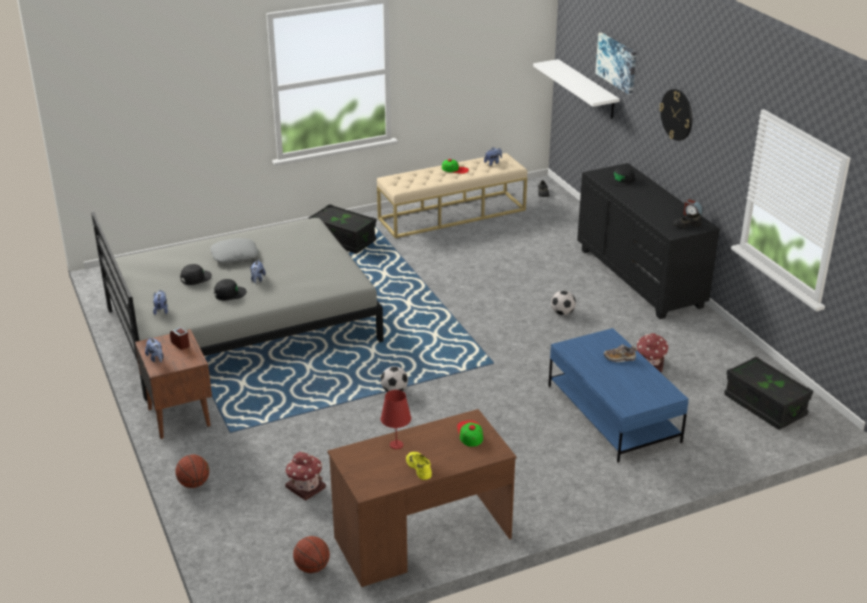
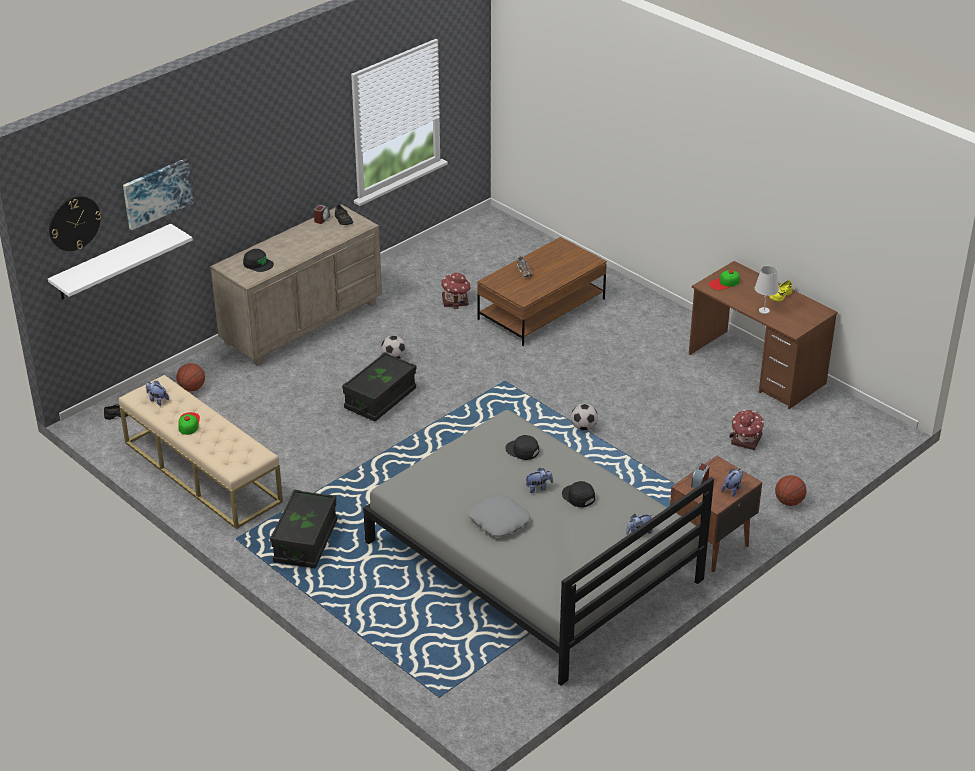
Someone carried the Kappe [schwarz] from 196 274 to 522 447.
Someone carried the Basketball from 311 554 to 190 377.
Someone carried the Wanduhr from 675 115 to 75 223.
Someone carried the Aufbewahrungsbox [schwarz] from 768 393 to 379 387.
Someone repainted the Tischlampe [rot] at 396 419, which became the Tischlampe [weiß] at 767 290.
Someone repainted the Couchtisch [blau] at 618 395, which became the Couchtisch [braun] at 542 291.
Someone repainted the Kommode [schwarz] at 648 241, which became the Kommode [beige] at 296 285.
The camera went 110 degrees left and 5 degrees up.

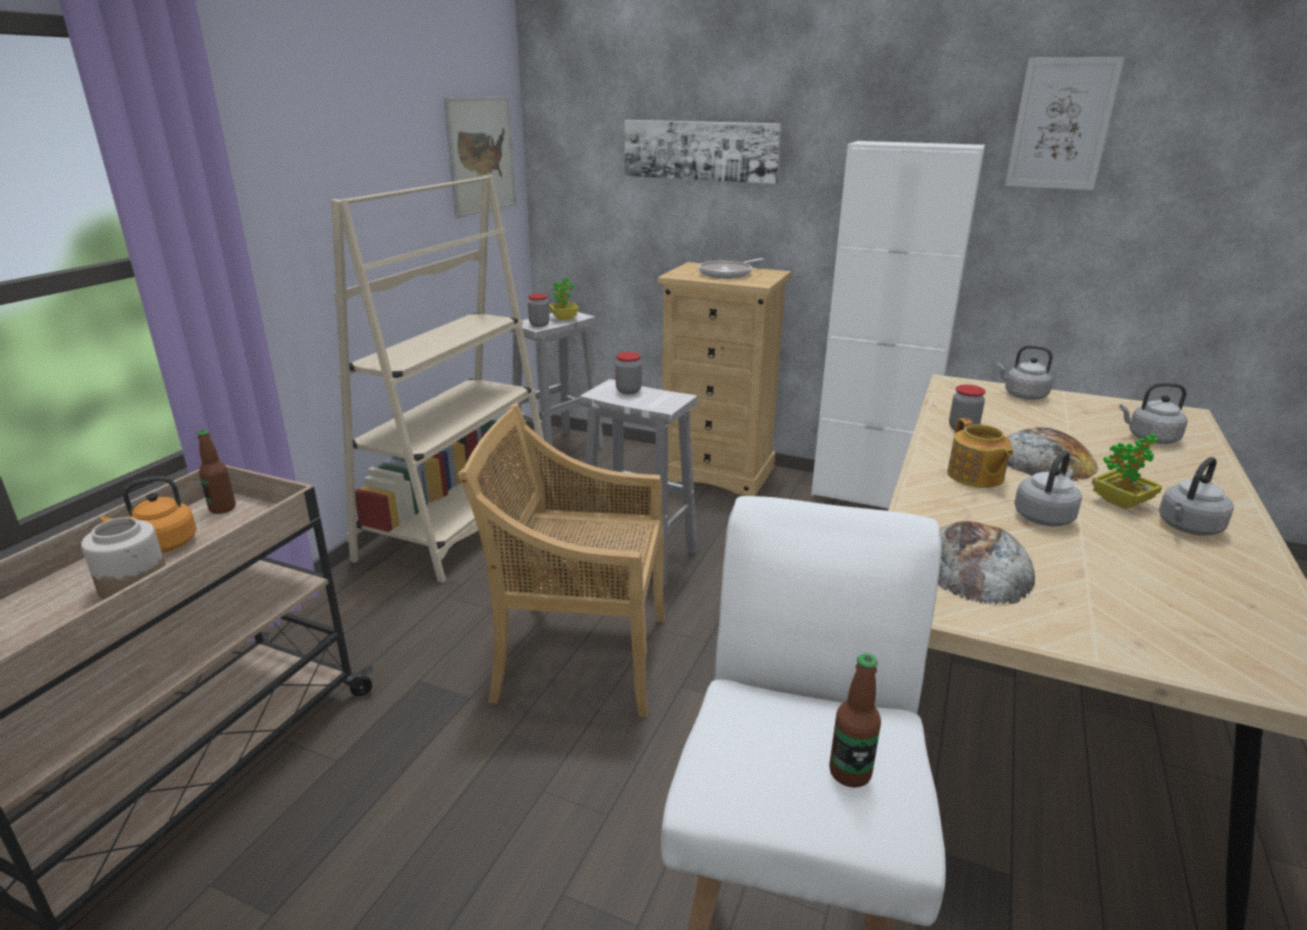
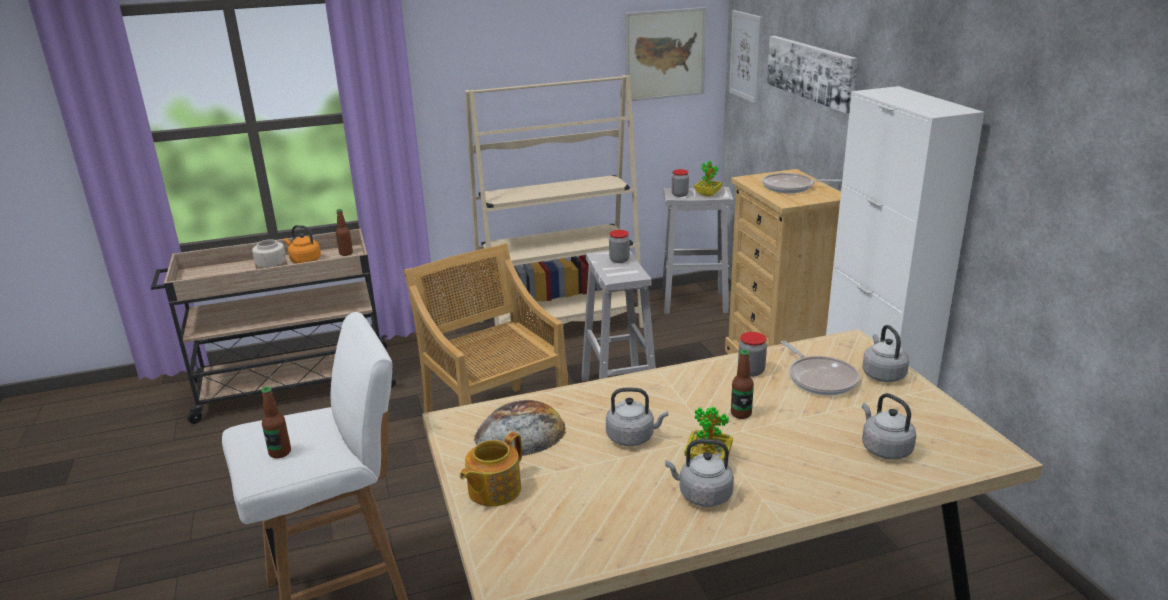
Someone put down the Pfanne at 820 368.
Someone carried the Teekanne from 980 453 to 491 469.
Someone carried the Bild from 1064 123 to 745 57.
Someone swapped the Brot at 1051 454 for the Flasche at 742 384.
The camera went 50 degrees right and 0 degrees up.

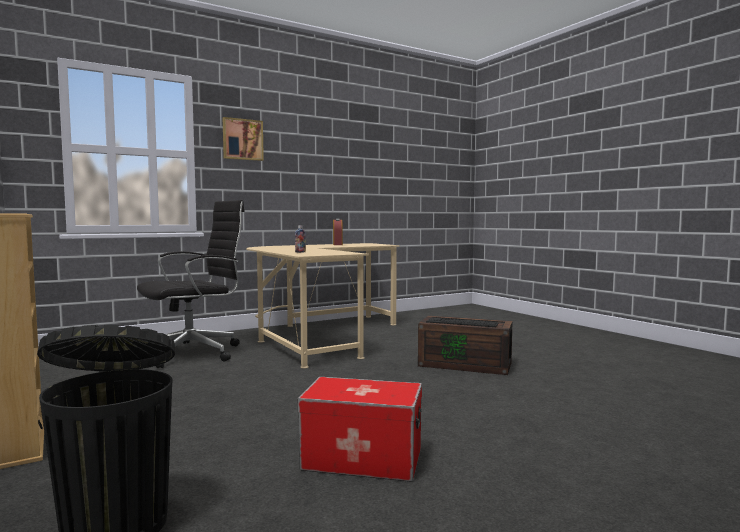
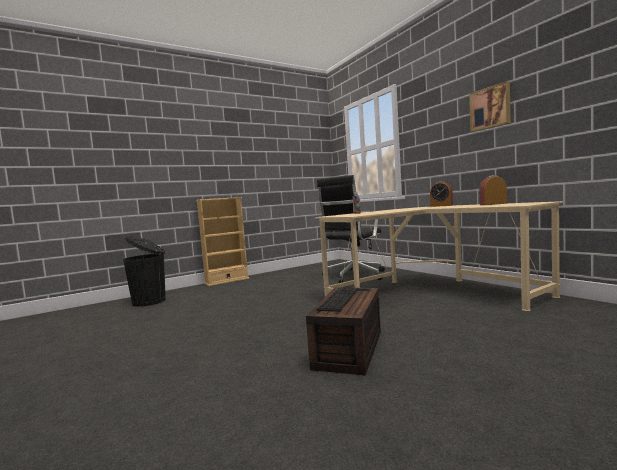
Someone took away the Aufbewahrungsbox at 360 429.
Someone put down the Wecker at 441 194.
Someone carried the Bild from 243 139 to 490 106.
Someone rotated the Bürostuhl [schwarz] at 191 284 by 75 degrees clockwise.
The camera went 90 degrees right and 0 degrees up.

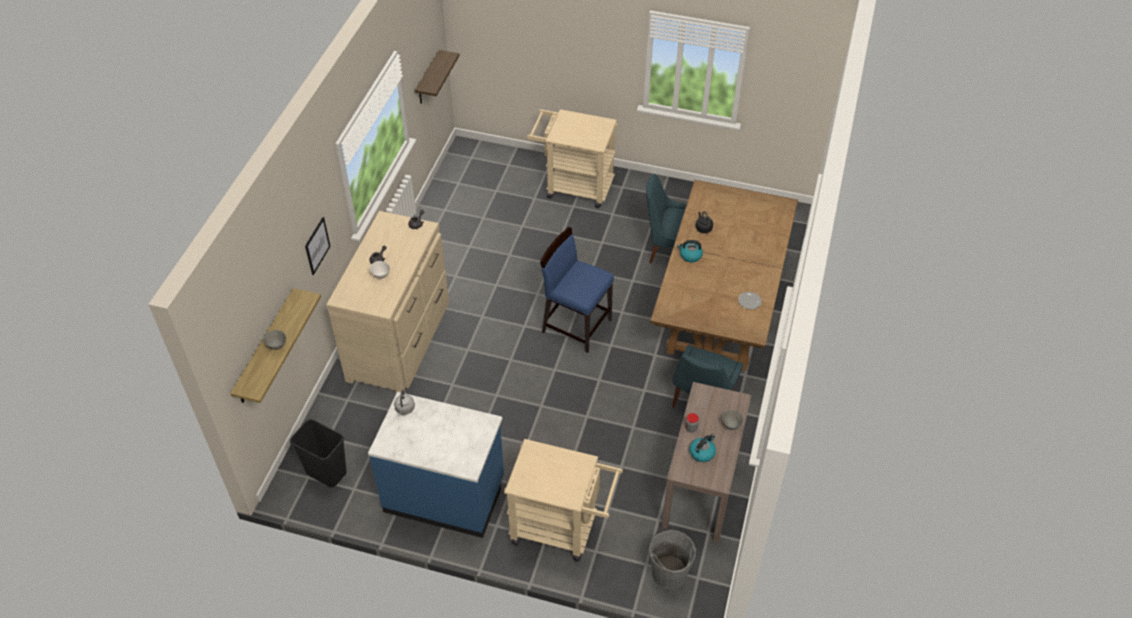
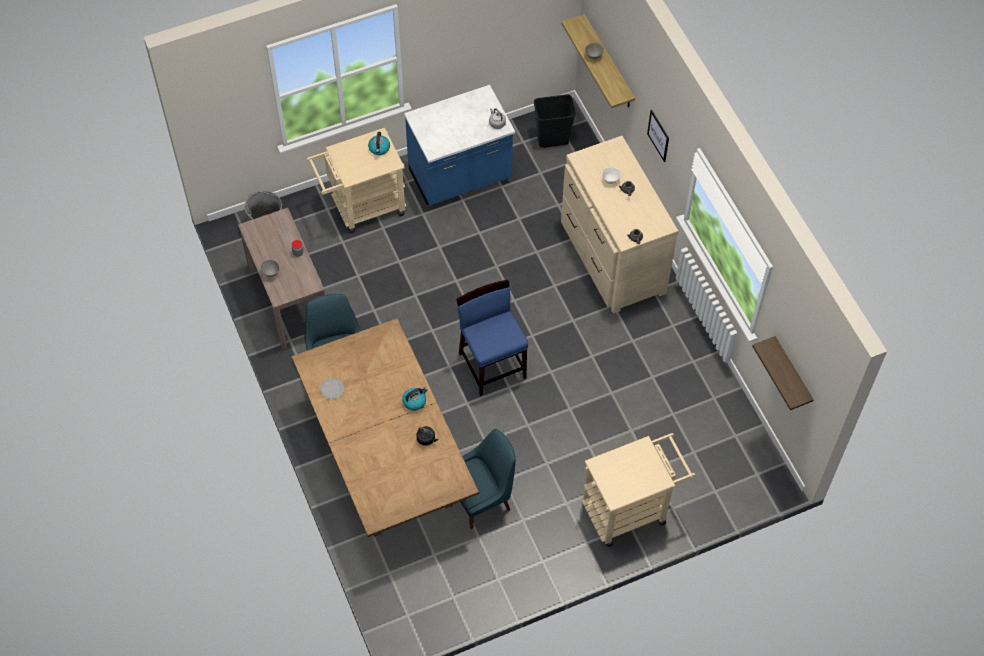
Someone carried the Wasserkessel from 702 448 to 379 143.
Someone rotated the Stuhl [blau] at 577 290 by 105 degrees counterclockwise.
The camera went 140 degrees right and 10 degrees up.

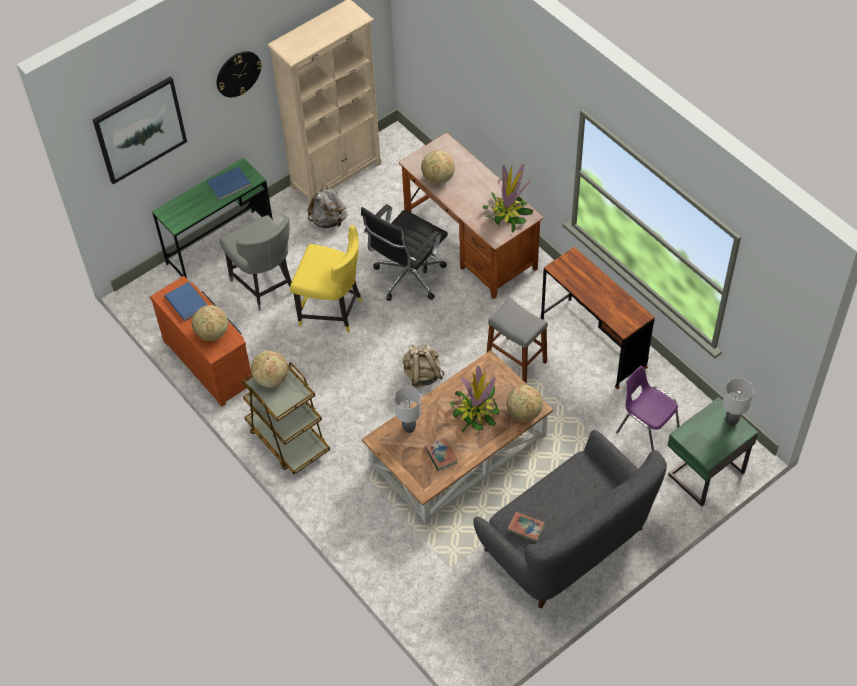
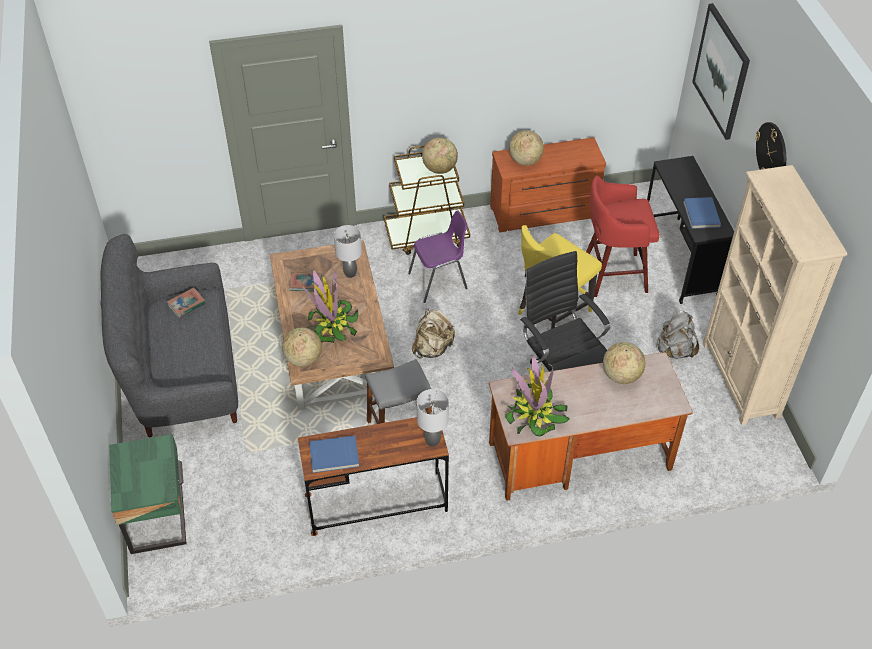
Someone carried the Buch [blau] from 186 301 to 334 454.
Someone carried the Stuhl [lila] from 648 408 to 438 256.
Someone carried the Tischlampe [grau] from 738 401 to 432 418.
Someone swapped the Stuhl [grau] at 255 263 for the Hocker [rot] at 623 236.
Someone repainted the Schreibtisch [grün] at 212 218, which became the Schreibtisch [schwarz] at 690 230.
The camera went 115 degrees right and 5 degrees down.

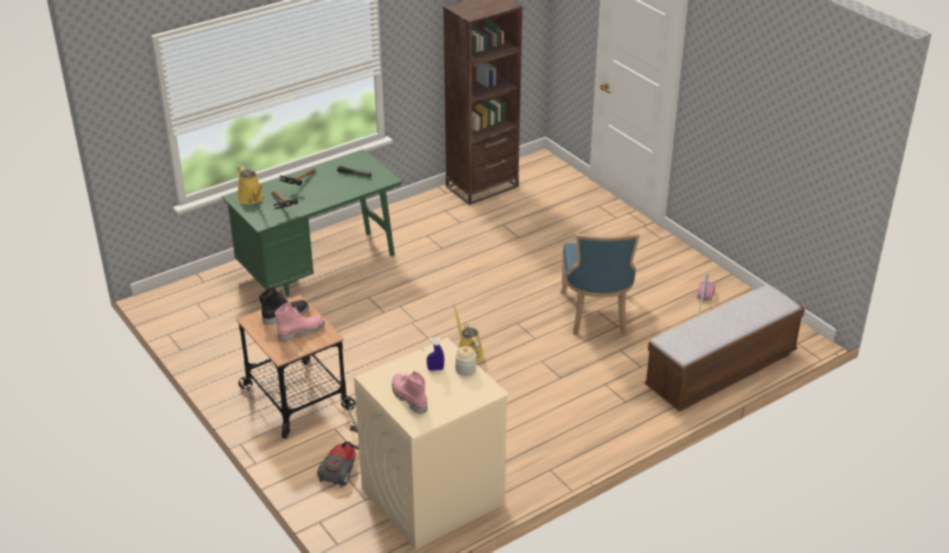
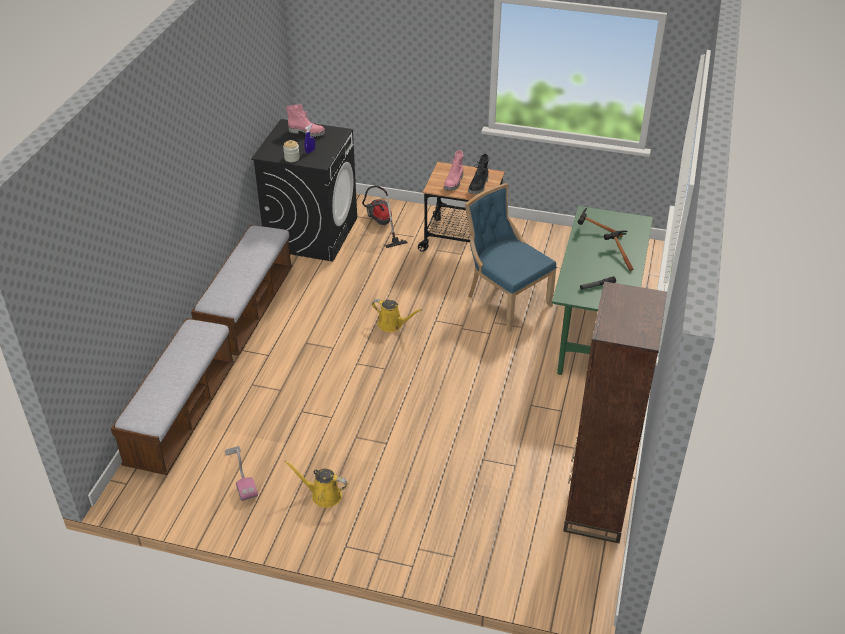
Someone put down the Bank at 242 290.
Someone carried the Gießkanne [gelb] from 250 185 to 316 484.
Someone carried the Stuhl [blau] from 600 284 to 511 257.
Someone repainted the Waschmaschine [beige] at 431 444, which became the Waschmaschine [schwarz] at 304 190.
The camera went 140 degrees right and 5 degrees up.

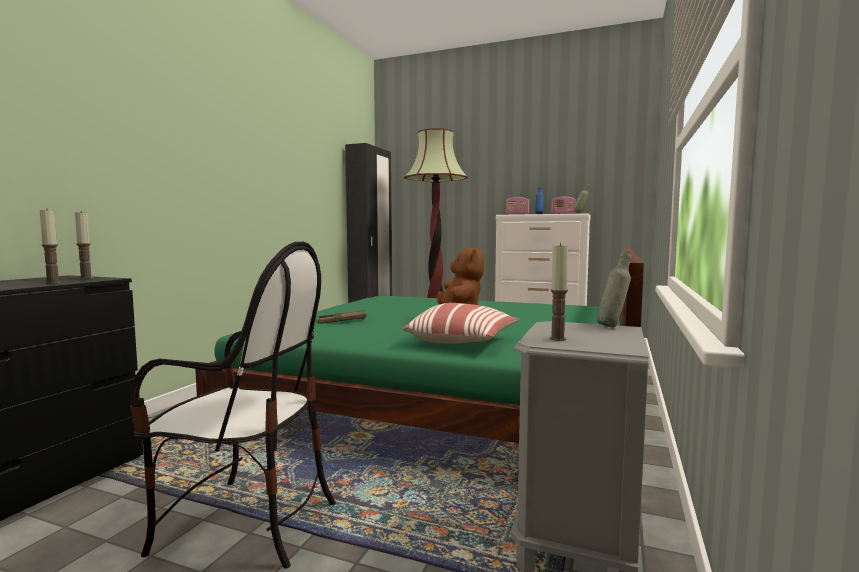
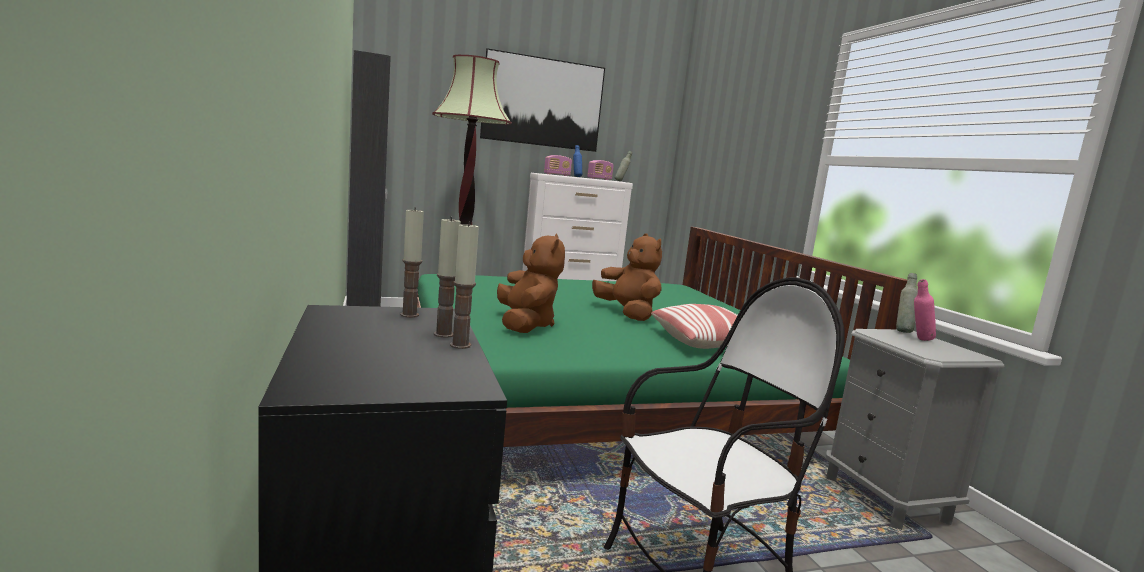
Someone put up the Bild at 542 100.
Someone put down the Flasche [rosa] at 925 310.
Someone carried the Kerze from 558 292 to 464 285.
Someone swapped the Tablett [braun] at 342 317 for the Plüschtier [braun] at 531 283.
The camera went 40 degrees left and 5 degrees up.

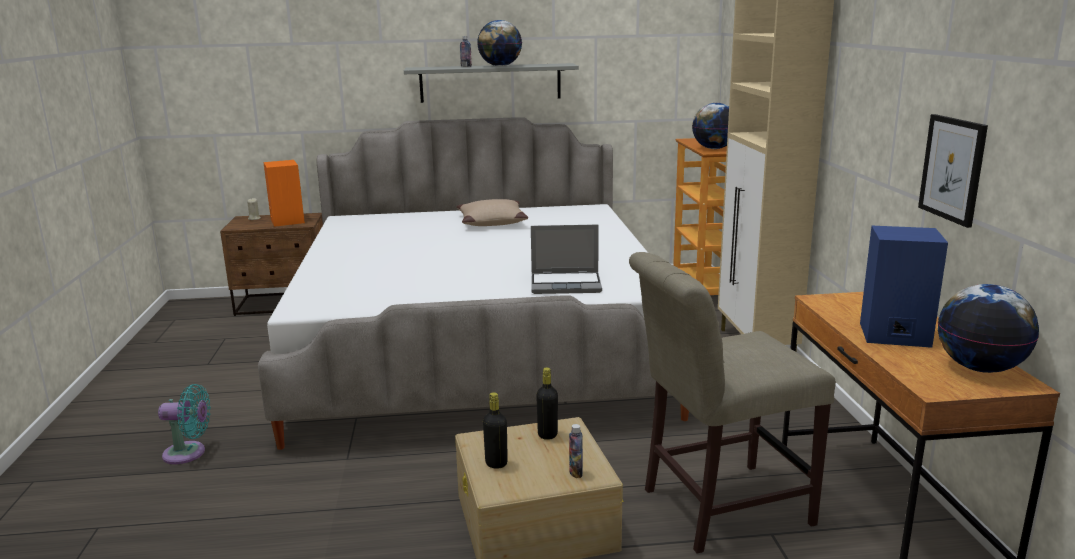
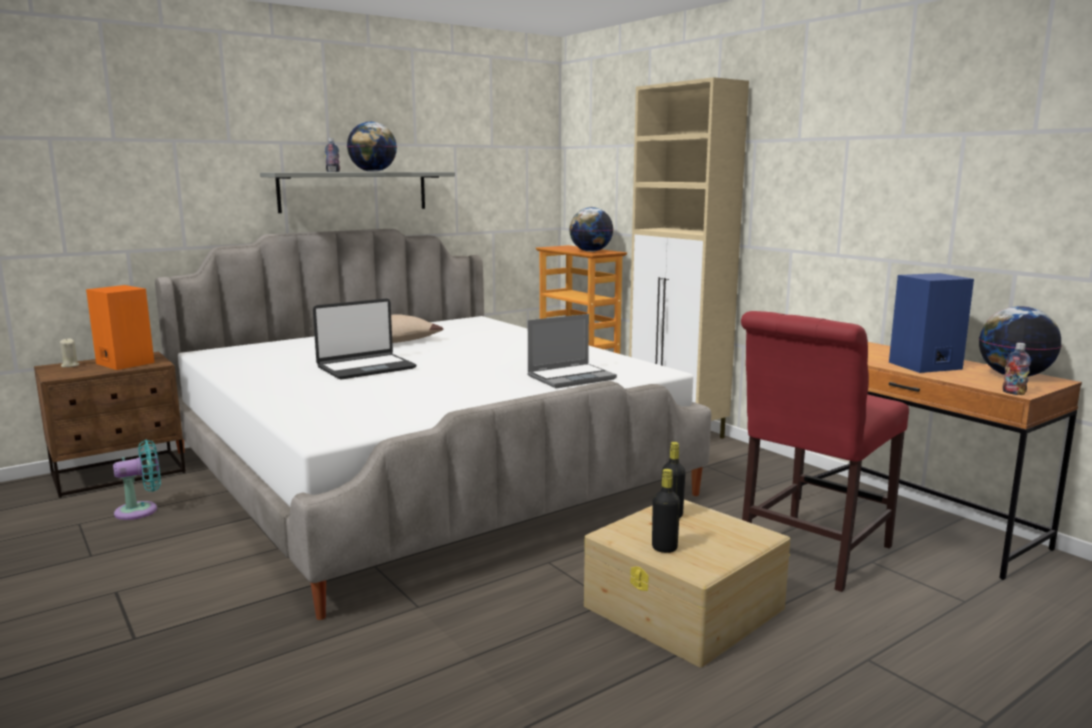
Someone took away the Bild at 953 171.
Someone put down the Laptop at 364 339.
Someone carried the Ventilator [türkis] from 184 424 to 137 480.
Someone carried the Flasche from 576 451 to 1017 369.
Someone repainted the Stuhl [beige] at 732 403, which became the Stuhl [rot] at 825 451.
The camera went 30 degrees left and 5 degrees down.

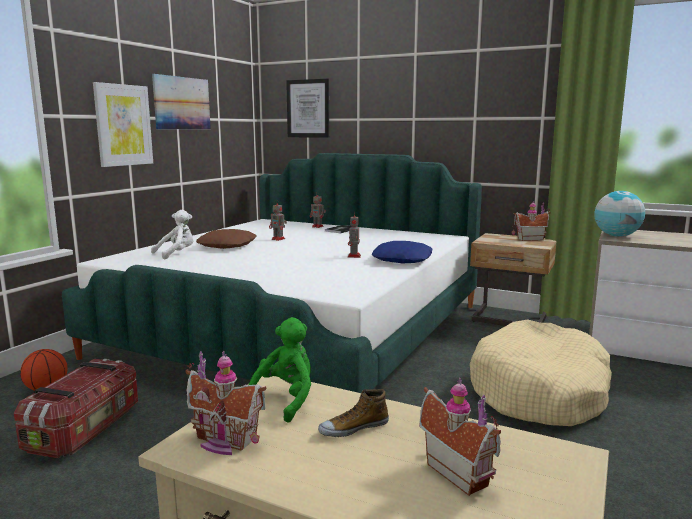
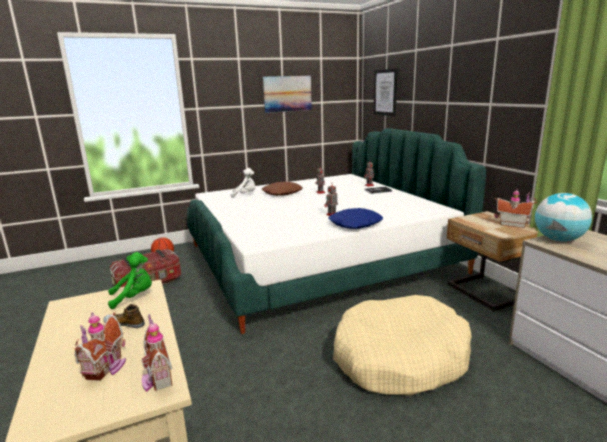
Someone took away the Bild at 123 124.
Someone carried the Spielzeughaus from 226 403 to 157 353.
The camera went 40 degrees right and 5 degrees up.

